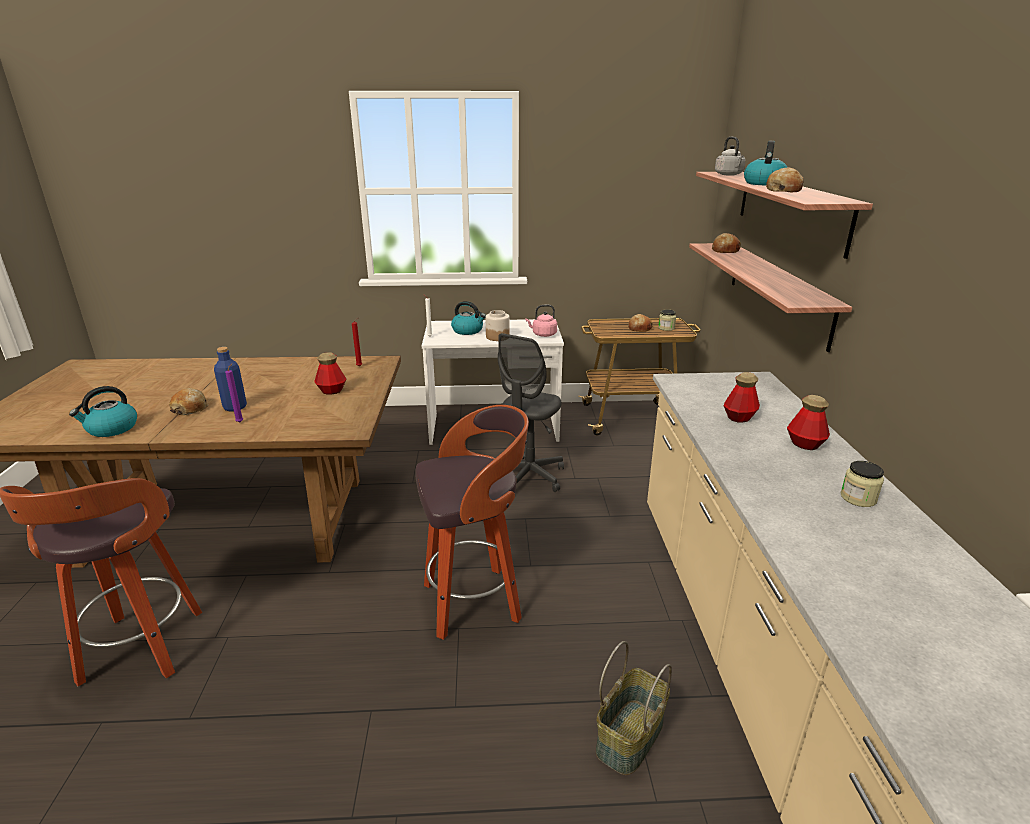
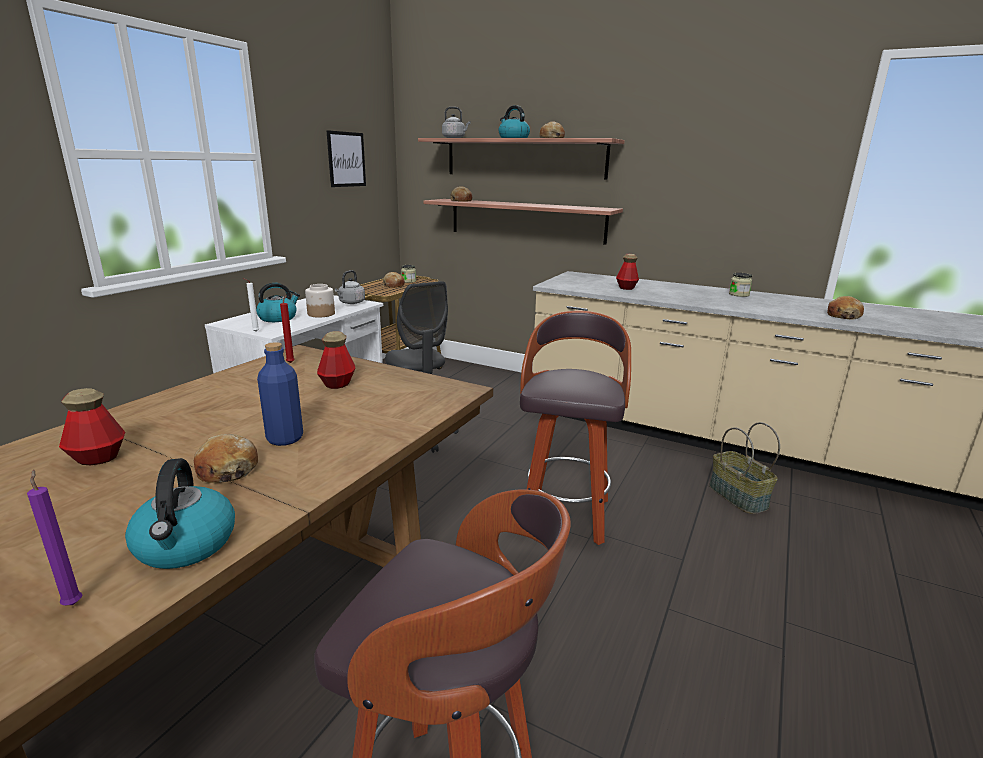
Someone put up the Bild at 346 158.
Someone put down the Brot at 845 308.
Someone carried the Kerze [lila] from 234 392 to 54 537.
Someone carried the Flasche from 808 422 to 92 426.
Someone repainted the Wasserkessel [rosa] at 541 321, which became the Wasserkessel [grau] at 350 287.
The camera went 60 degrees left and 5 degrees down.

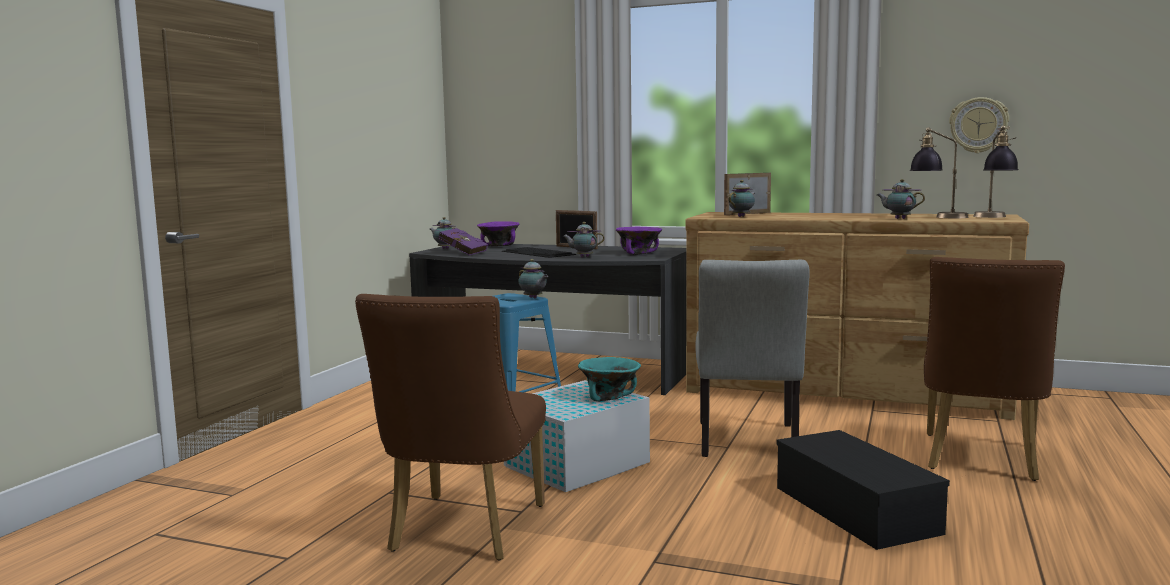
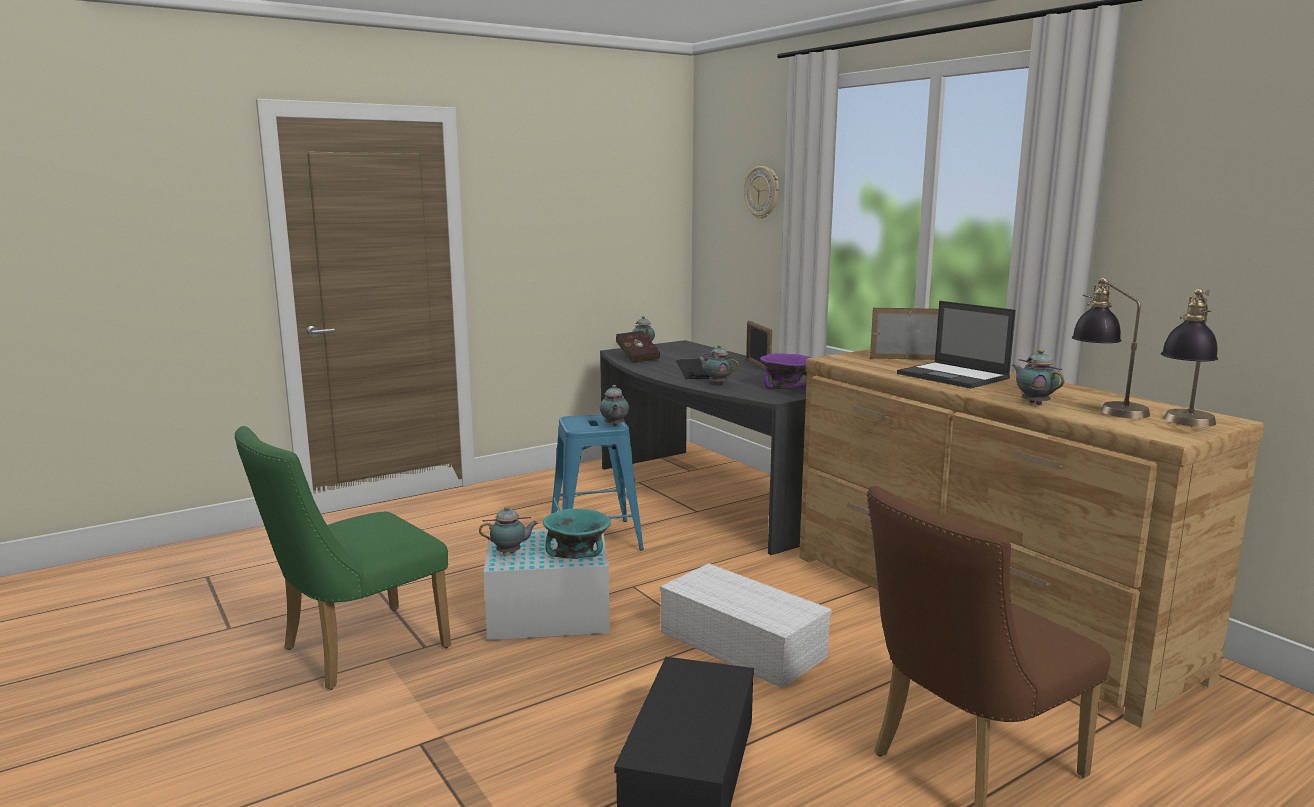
Someone took away the Schüssel [lila] at 498 233.
Someone put down the Laptop at 956 345.
Someone carried the Teekanne from 742 198 to 508 530.
Someone carried the Wanduhr from 979 125 to 761 192.
Someone swapped the Stuhl [grau] at 753 358 for the Aufbewahrungsbox [weiß] at 746 625.
Someone repainted the Stuhl [braun] at 450 427, which became the Stuhl [grün] at 343 558.
Someone repainted the Buch [lila] at 463 242, which became the Buch [rot] at 638 347.
The camera went 35 degrees right and 5 degrees up.

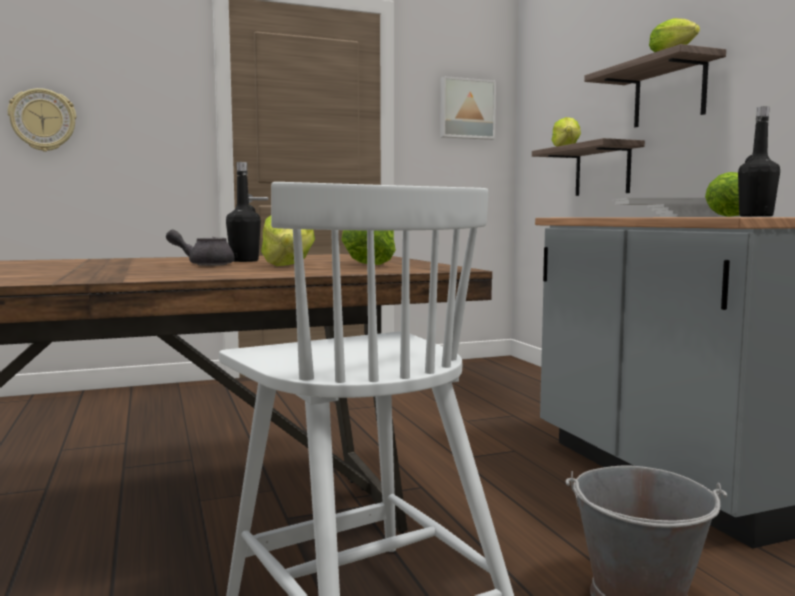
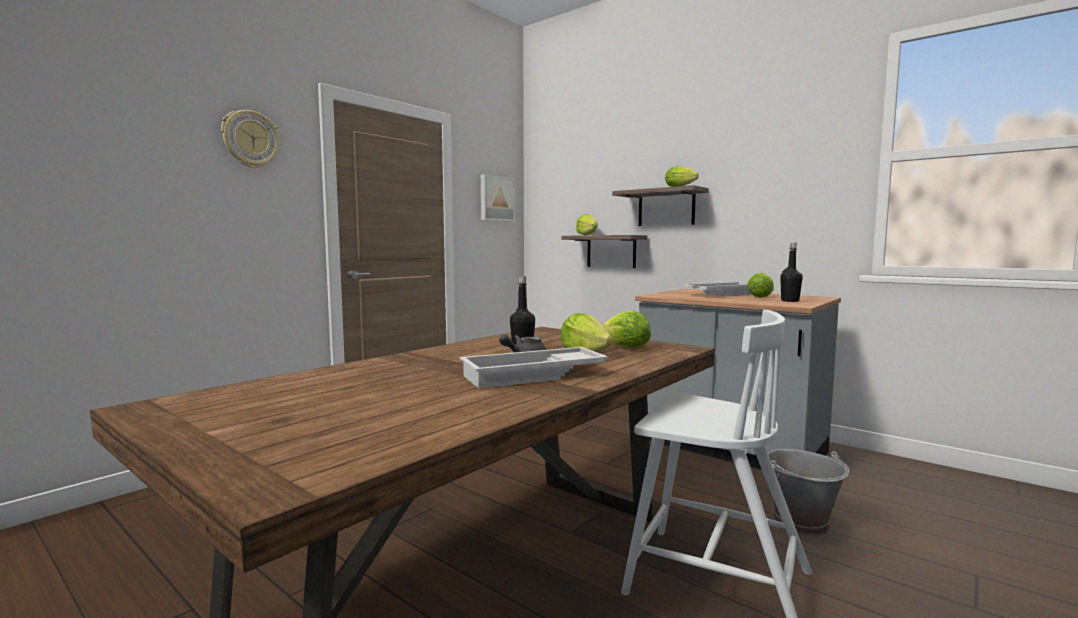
Someone put down the Tablett [weiß] at 534 368.
Someone carried the Wanduhr from 42 120 to 250 139.
The camera went 30 degrees left and 0 degrees up.

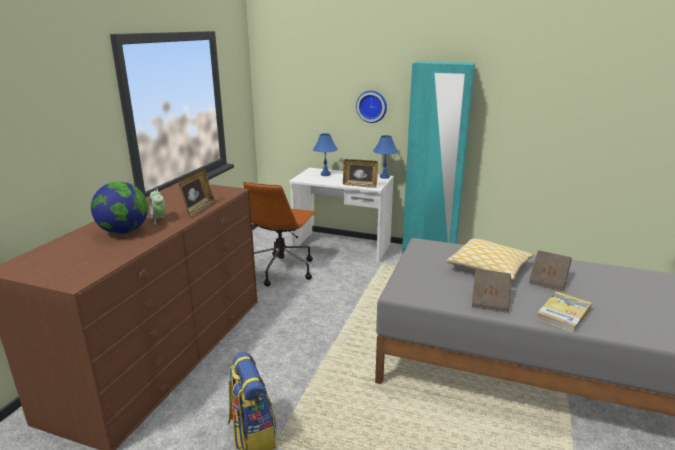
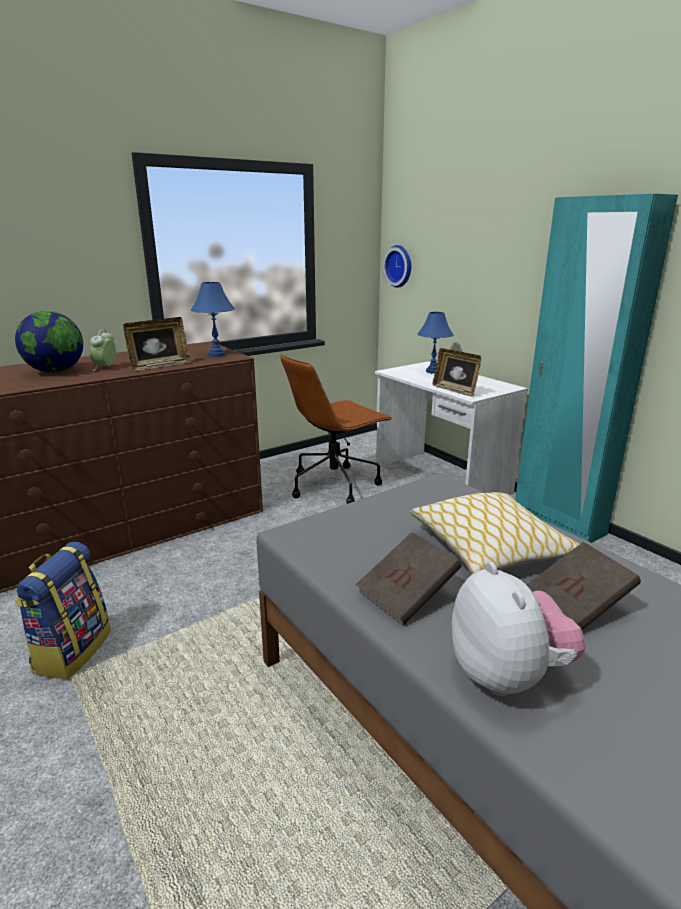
Someone carried the Wanduhr from 371 106 to 397 266.
Someone carried the Tischlampe [blau] from 385 157 to 213 319.
Someone swapped the Buch at 564 312 for the Plüschtier at 518 629.
The camera went 35 degrees right and 0 degrees up.

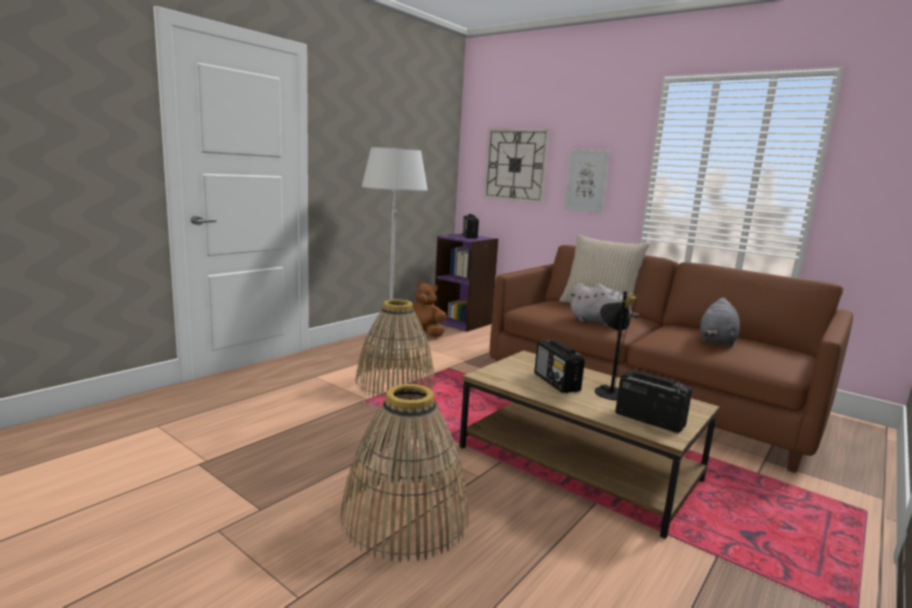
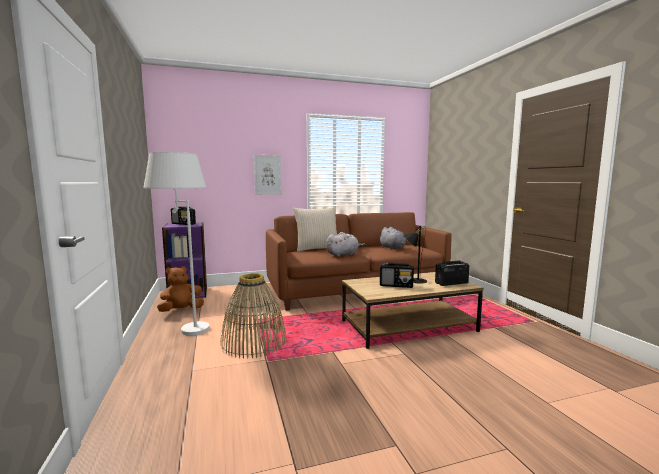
Someone took away the Korb at 405 473.
Someone took away the Wanduhr at 516 166.
The camera went 55 degrees left and 5 degrees down.

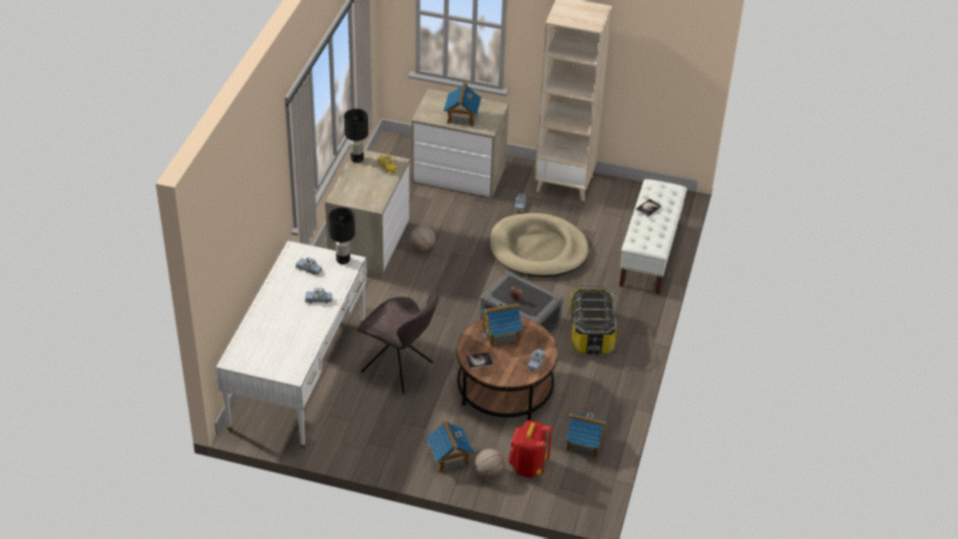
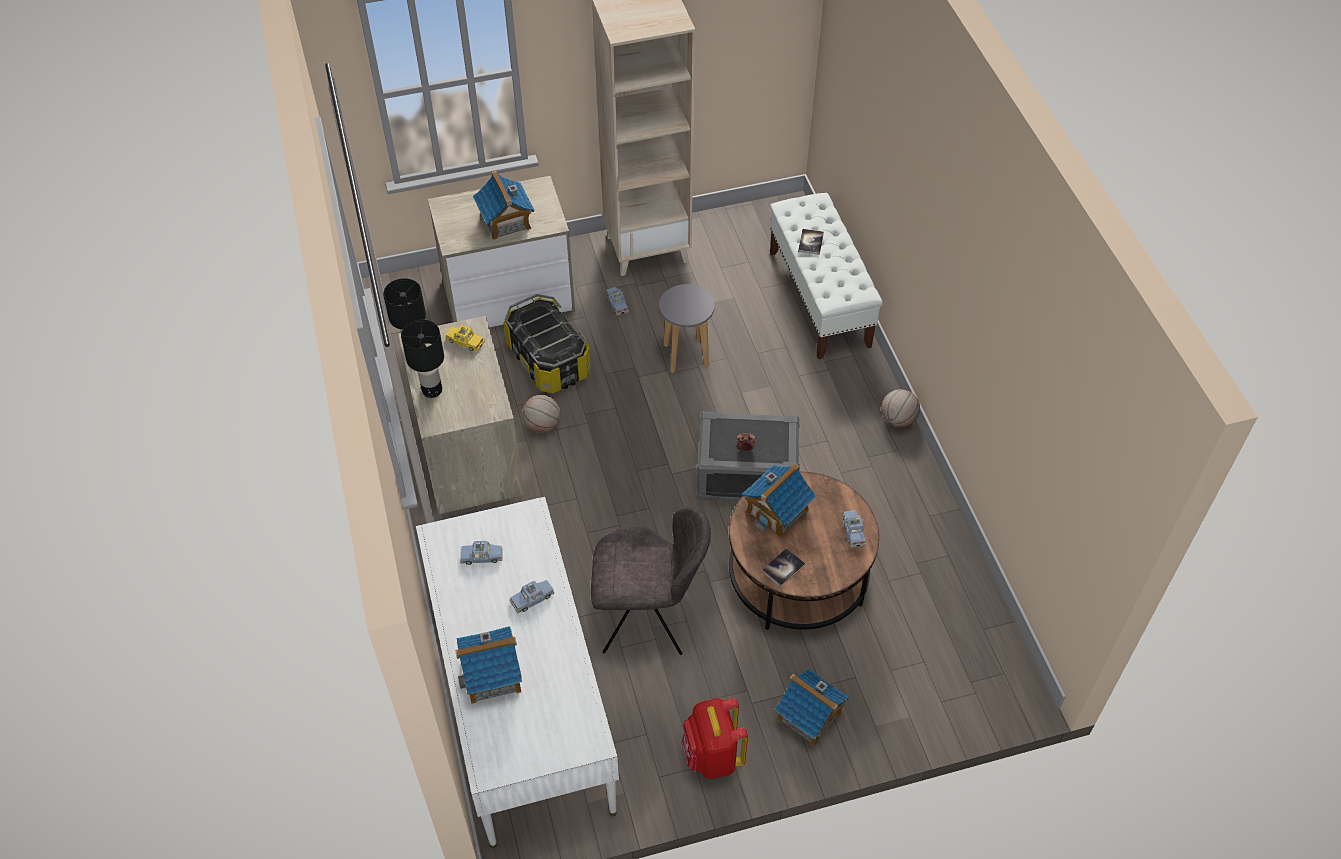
Someone carried the Tischlampe [schwarz] from 342 236 to 422 359.
Someone carried the Basketball from 490 464 to 900 408.
Someone carried the Rucksack [rot] from 530 449 to 714 738.
Someone carried the Spielzeughaus from 586 435 to 488 665.
Someone carried the Aufbewahrungsbox from 593 319 to 547 343.
Someone swapped the Hundebett [beige] at 539 245 for the Hocker [grau] at 687 328.
The camera went 30 degrees left and 10 degrees up.

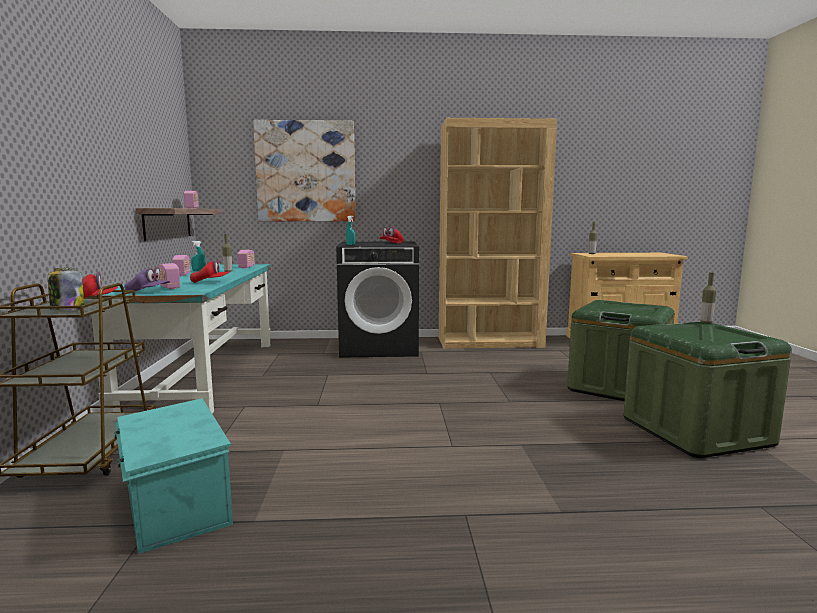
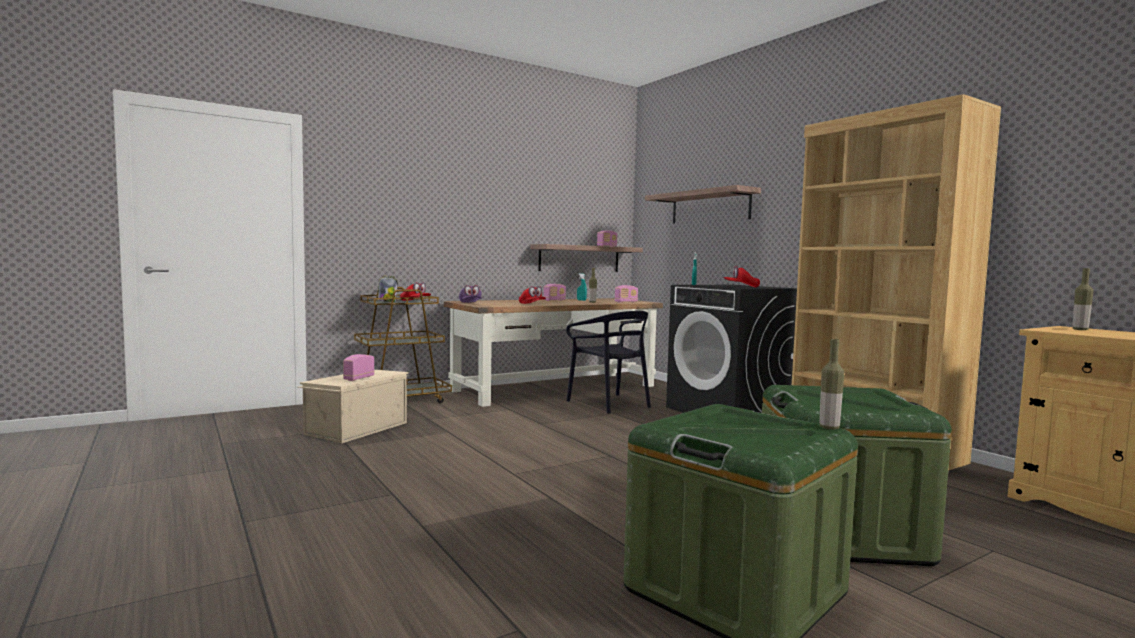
Someone put down the Stuhl [schwarz] at 608 362.
Someone carried the Radio from 169 276 to 359 367.
Someone swapped the Bild at 304 170 for the Wandregal at 703 204.
Someone repainted the Schreibtisch [türkis] at 178 339, which became the Schreibtisch [braun] at 553 352.
Someone repainted the Aufbewahrungsbox [türkis] at 173 476, which became the Aufbewahrungsbox [beige] at 354 406.
The camera went 60 degrees right and 5 degrees down.

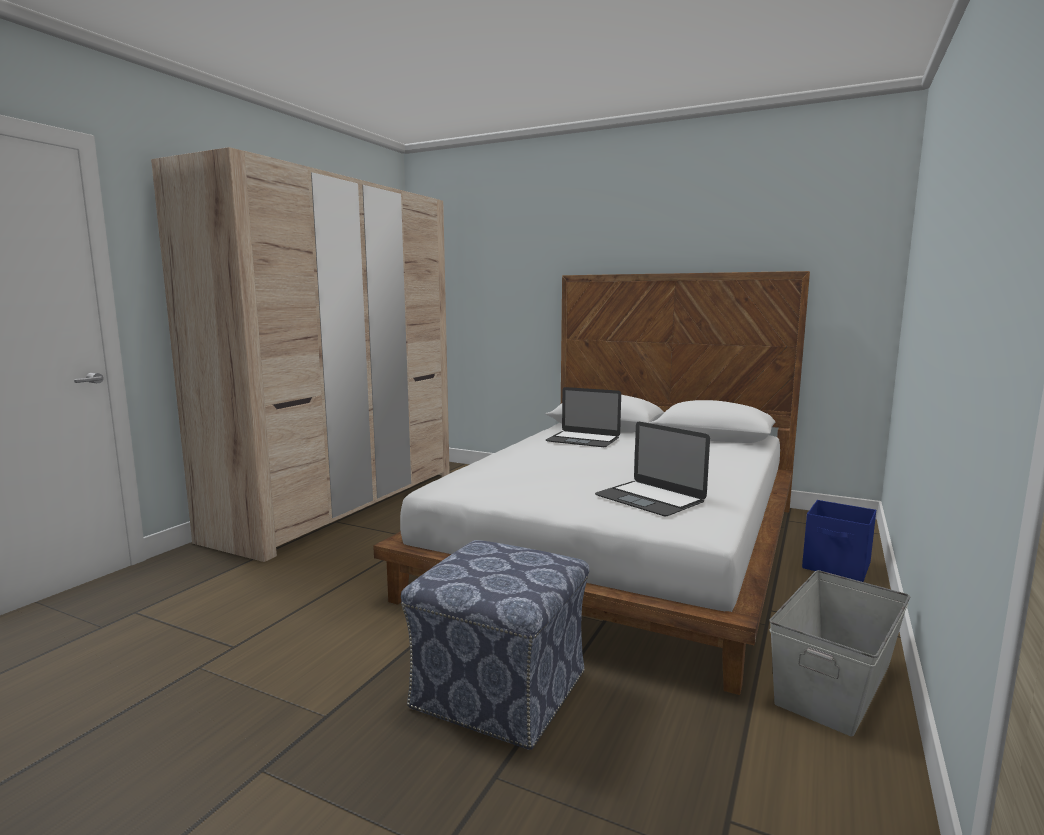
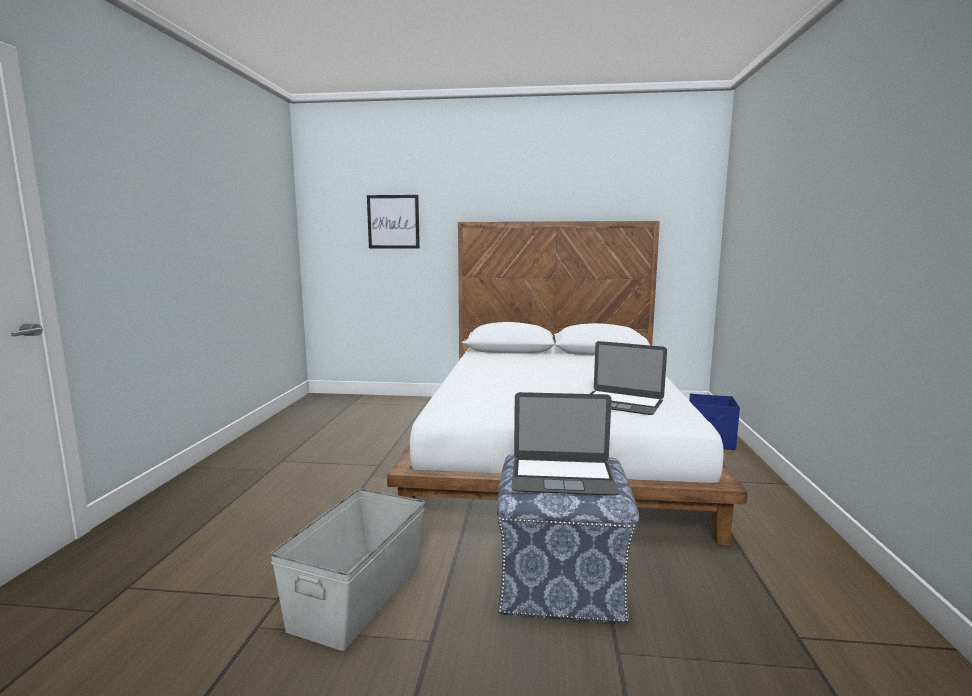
Someone took away the Kleiderschrank [beige] at 300 354.
Someone put up the Bild at 393 221.
Someone carried the Laptop from 583 417 to 565 444.
Someone carried the Aufbewahrungsbox [grau] from 839 653 to 347 569.
The camera went 20 degrees left and 0 degrees up.

